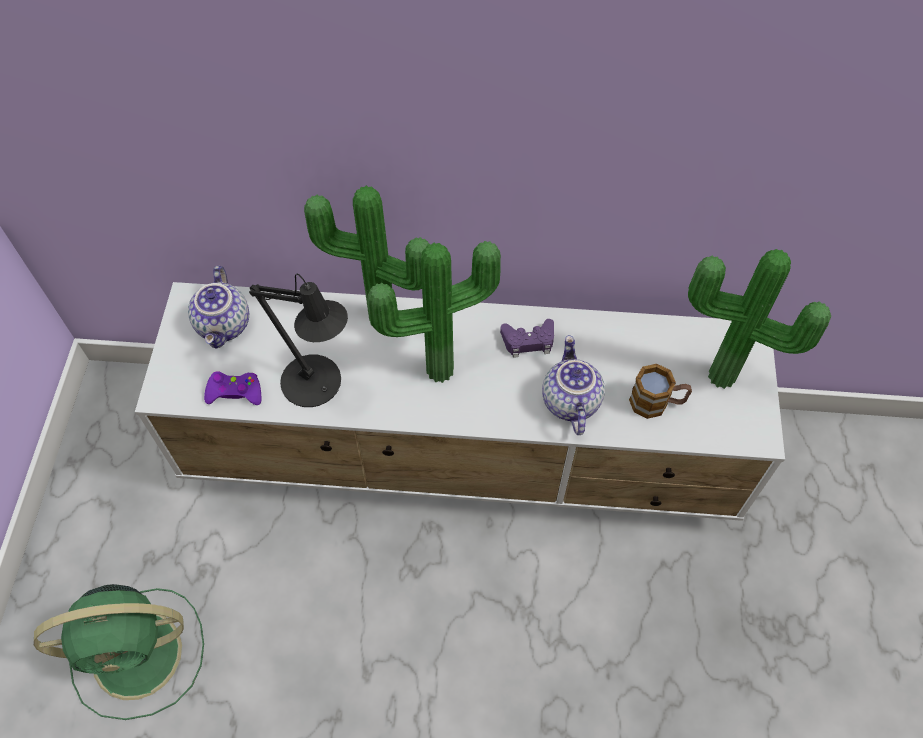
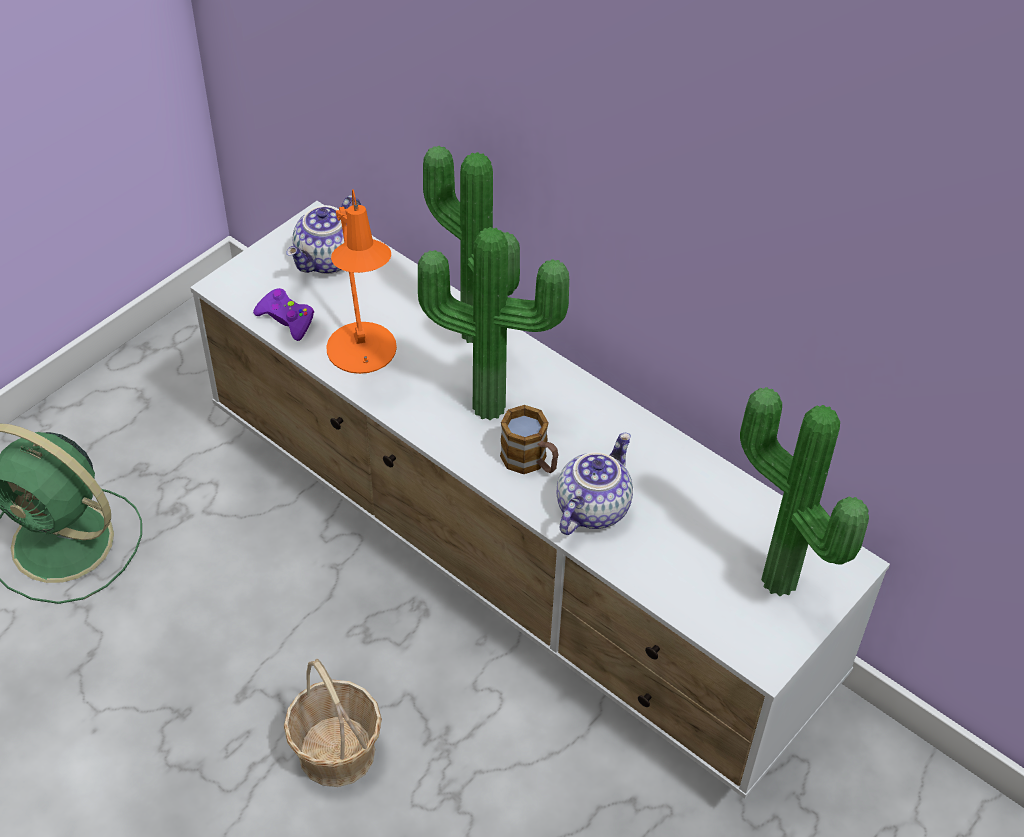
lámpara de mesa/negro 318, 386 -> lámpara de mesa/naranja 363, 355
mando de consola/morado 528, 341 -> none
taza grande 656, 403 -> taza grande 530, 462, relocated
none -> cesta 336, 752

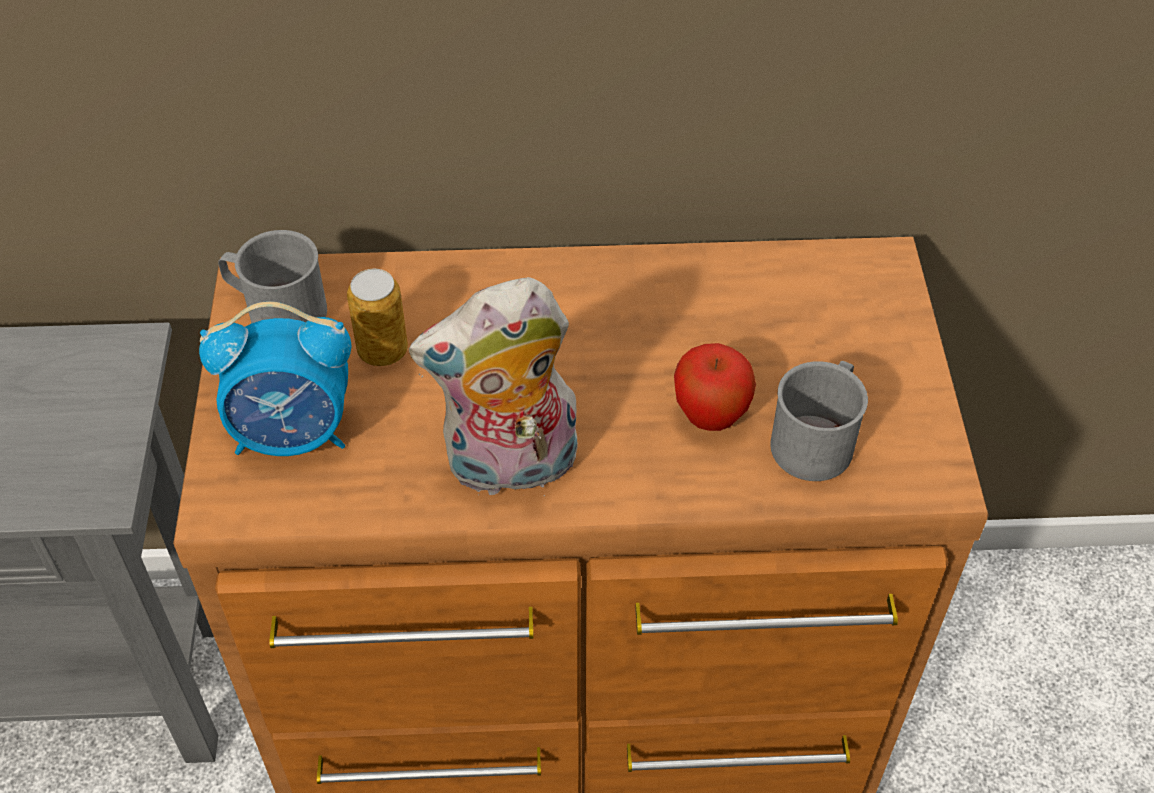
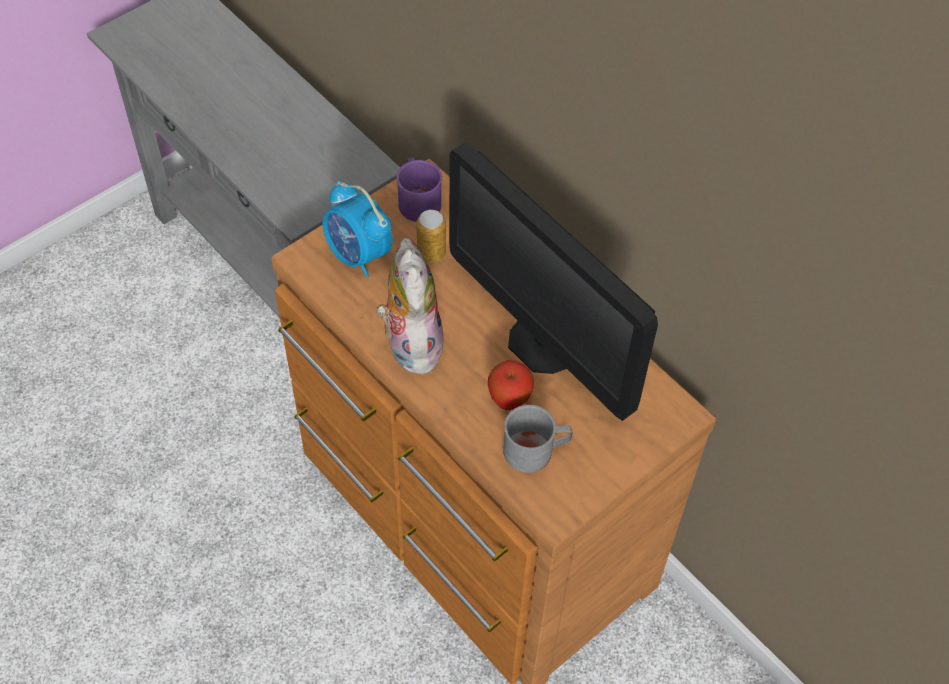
taza grande/gris 277, 310 -> taza grande/morado 418, 200
peluche 510, 468 -> peluche 410, 343, 45 degrees clockwise
none -> monitor 543, 343

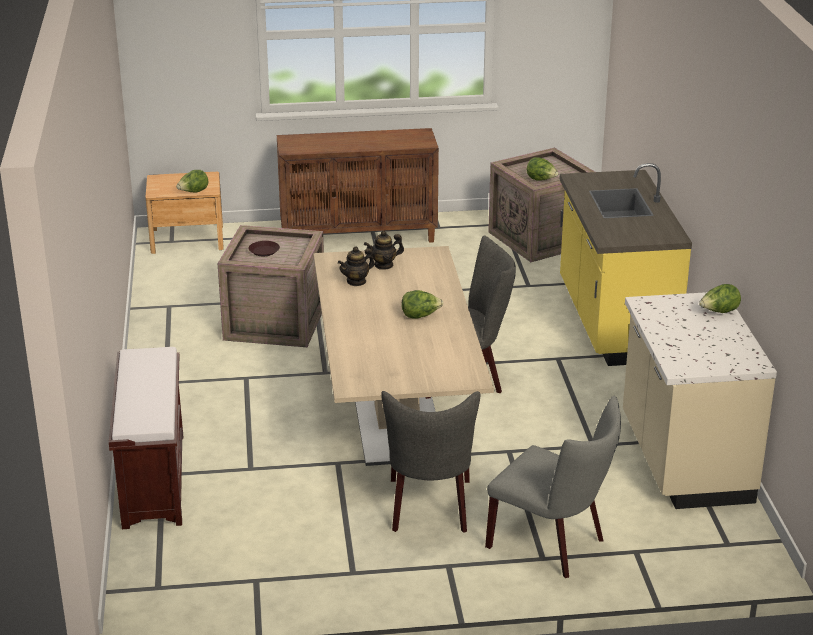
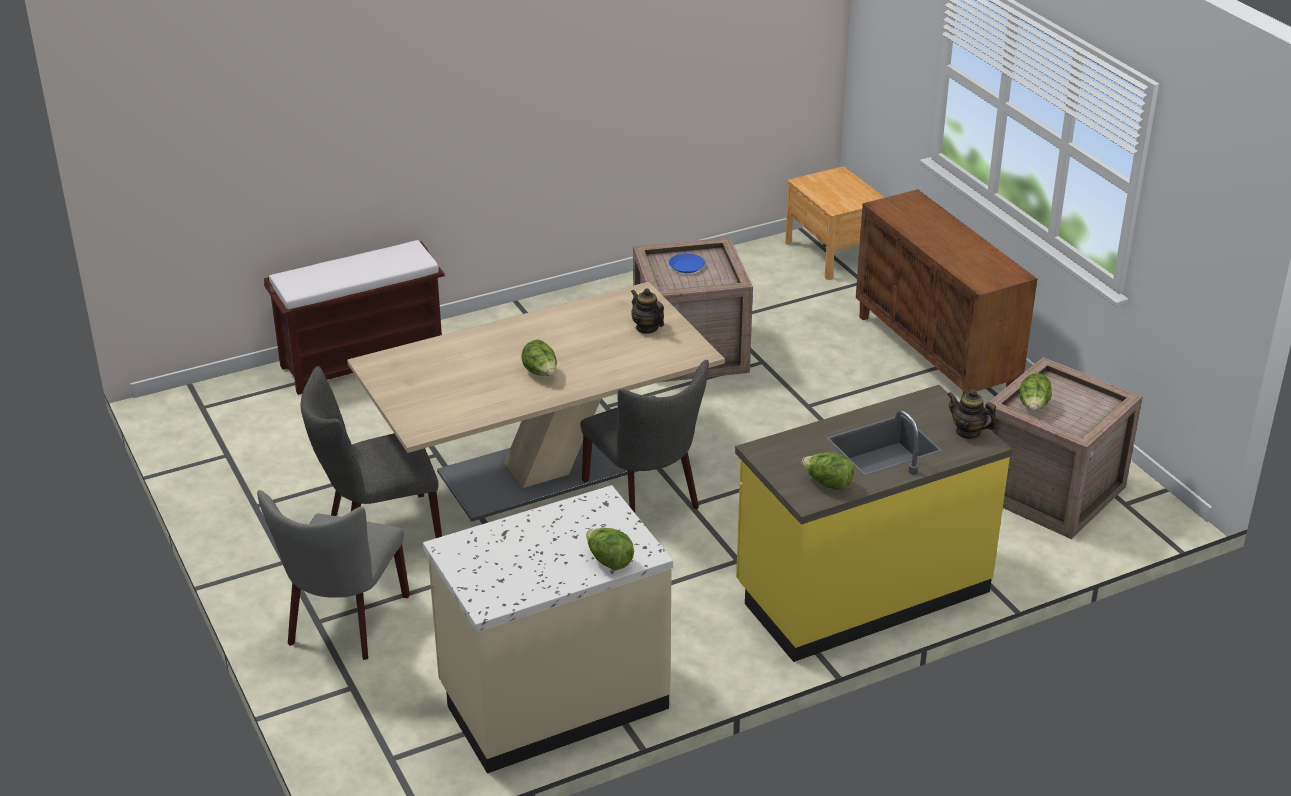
lechuga 193, 192 -> lechuga 827, 484, relocated
plato/marrón 264, 251 -> plato/azul 686, 266
tetera 356, 281 -> tetera 968, 432, relocated

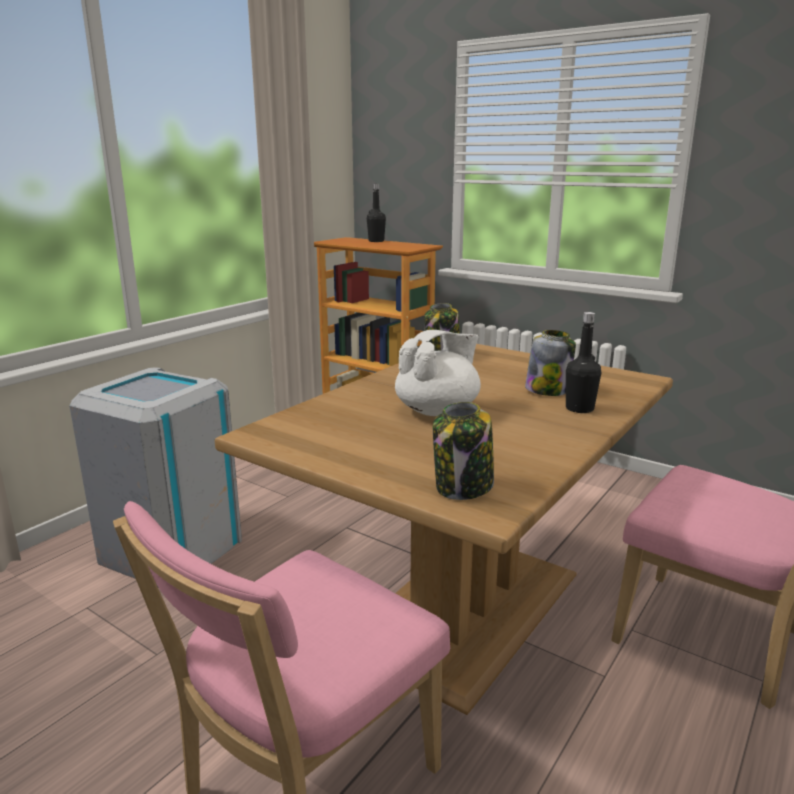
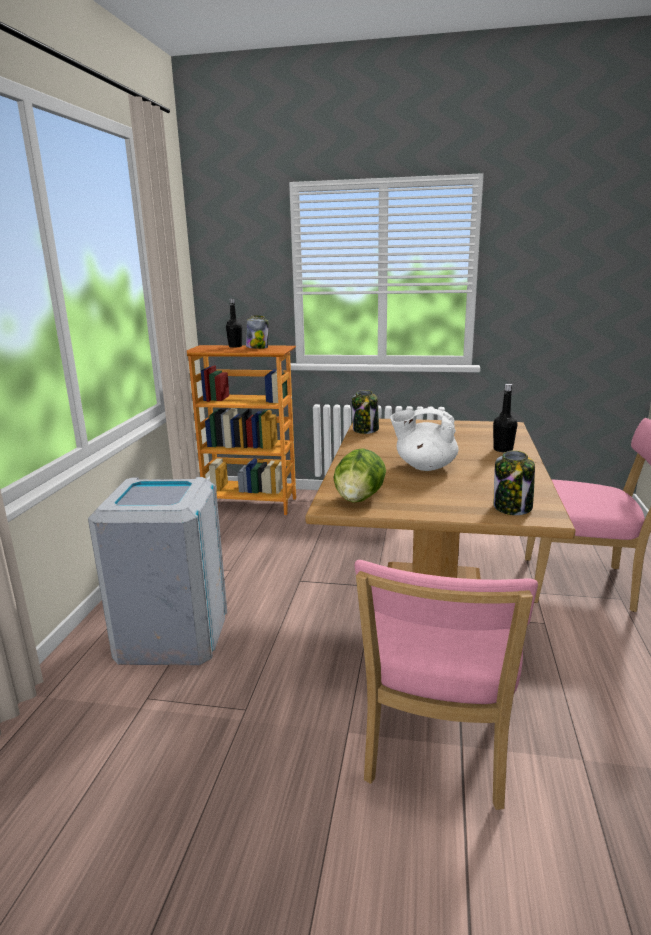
tetera/blanco 438, 411 -> tetera/blanco 424, 467, 105 degrees counterclockwise
tarro 547, 390 -> tarro 257, 348, relocated
none -> lechuga 359, 499

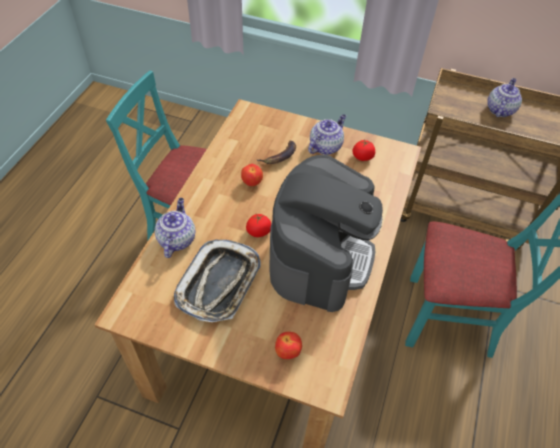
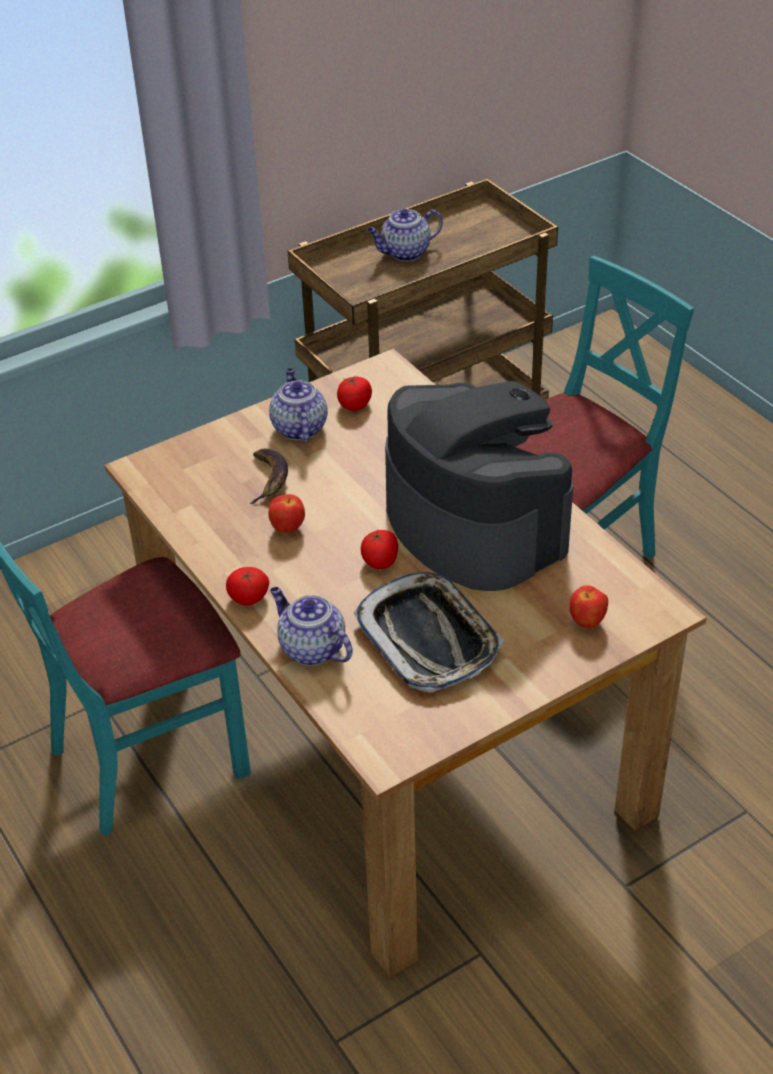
tetera 499, 109 -> tetera 405, 253, 90 degrees counterclockwise
none -> tomate 248, 598

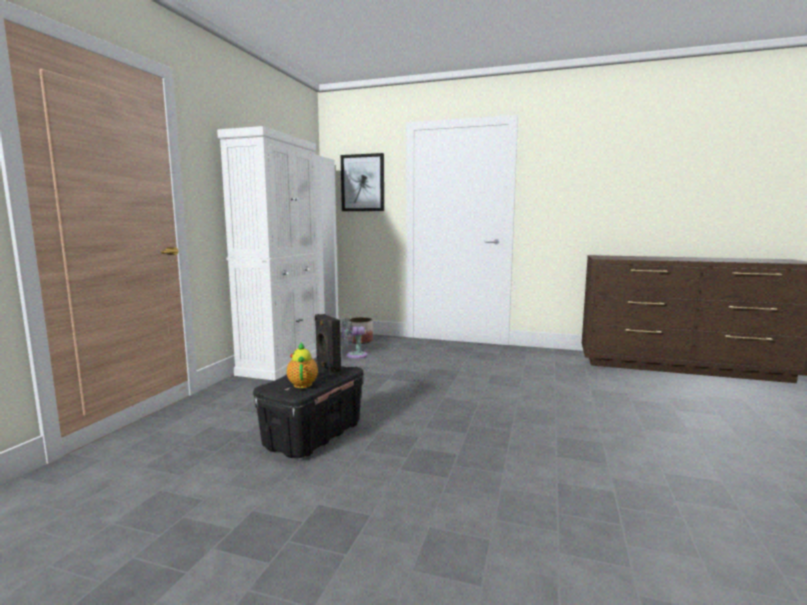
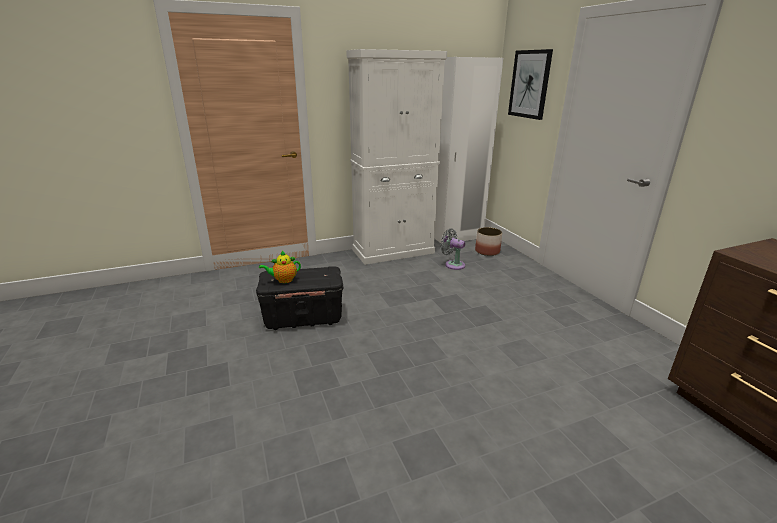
altavoz/negro 327, 367 -> none
tetera 303, 384 -> tetera 283, 280, 150 degrees counterclockwise

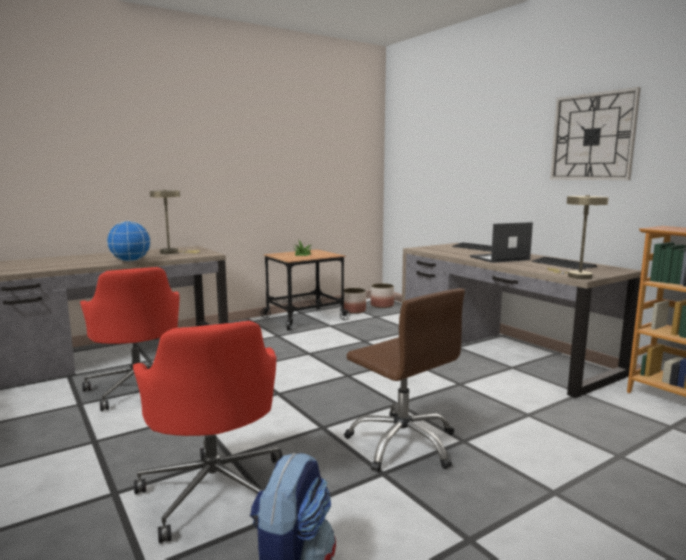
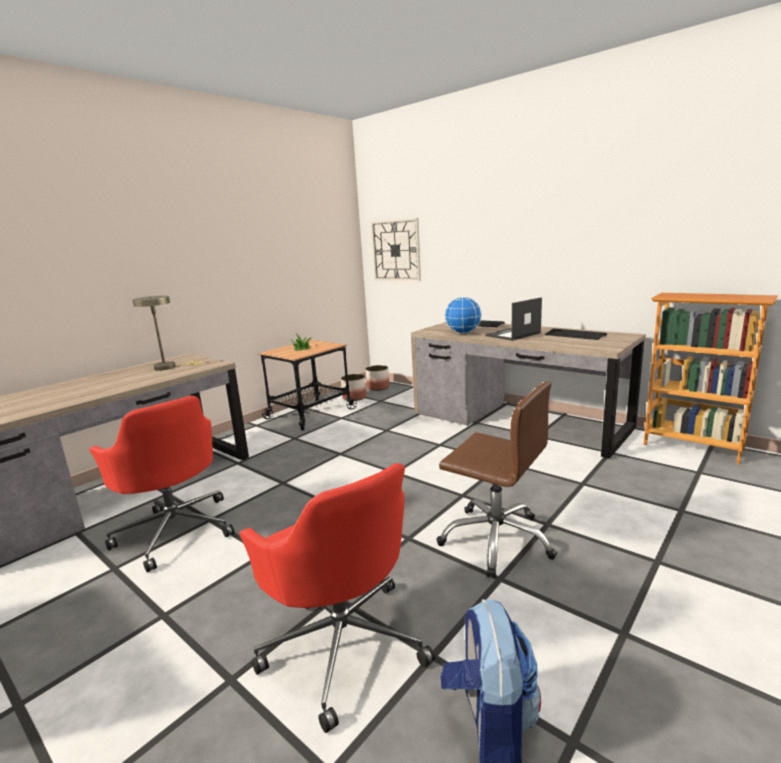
reloj de pared 592, 137 -> reloj de pared 396, 250, relocated
lámpara de mesa/beis 575, 276 -> none
globo terráqueo 130, 261 -> globo terráqueo 463, 333, relocated

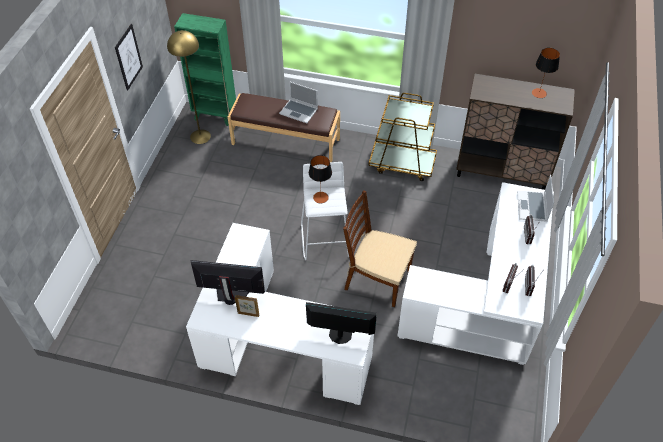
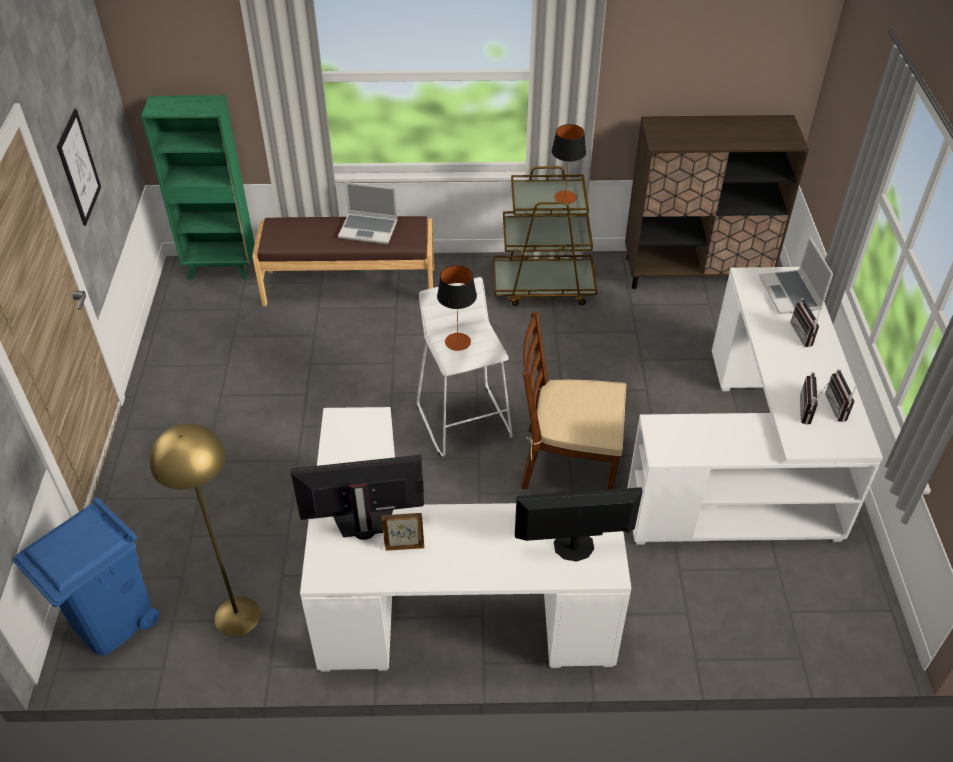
lámpara de pie/amarillo 200, 136 -> lámpara de pie/amarillo 237, 616, relocated
lámpara de mesa 539, 93 -> lámpara de mesa 565, 197, relocated
none -> papelera/azul 111, 619

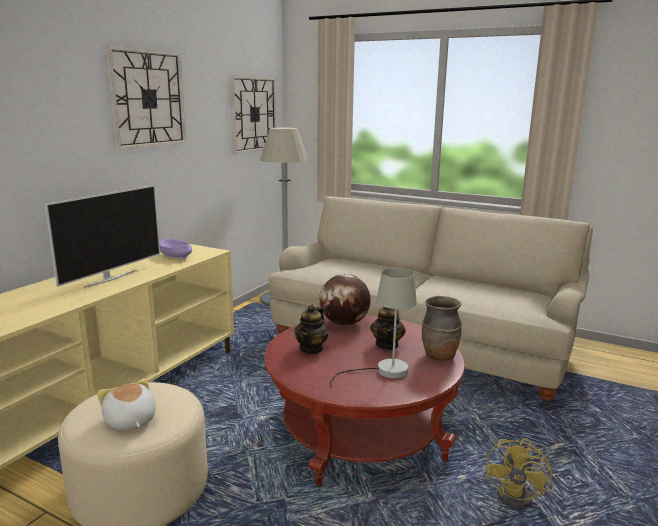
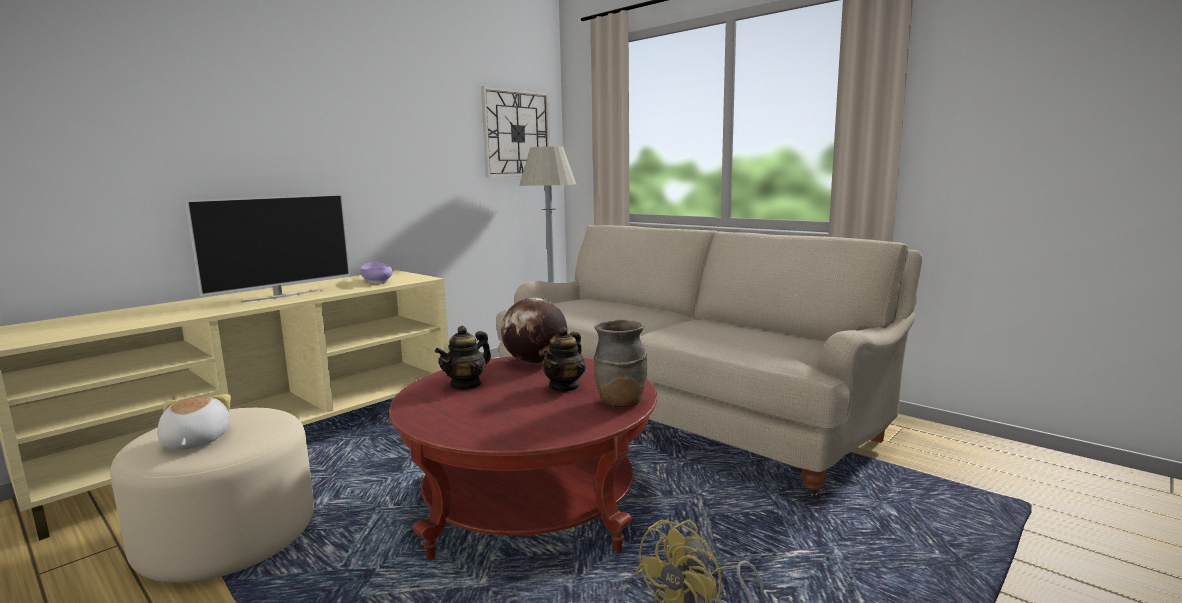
reloj de pared 148, 99 -> none
lámpara de mesa/gris 383, 372 -> none

